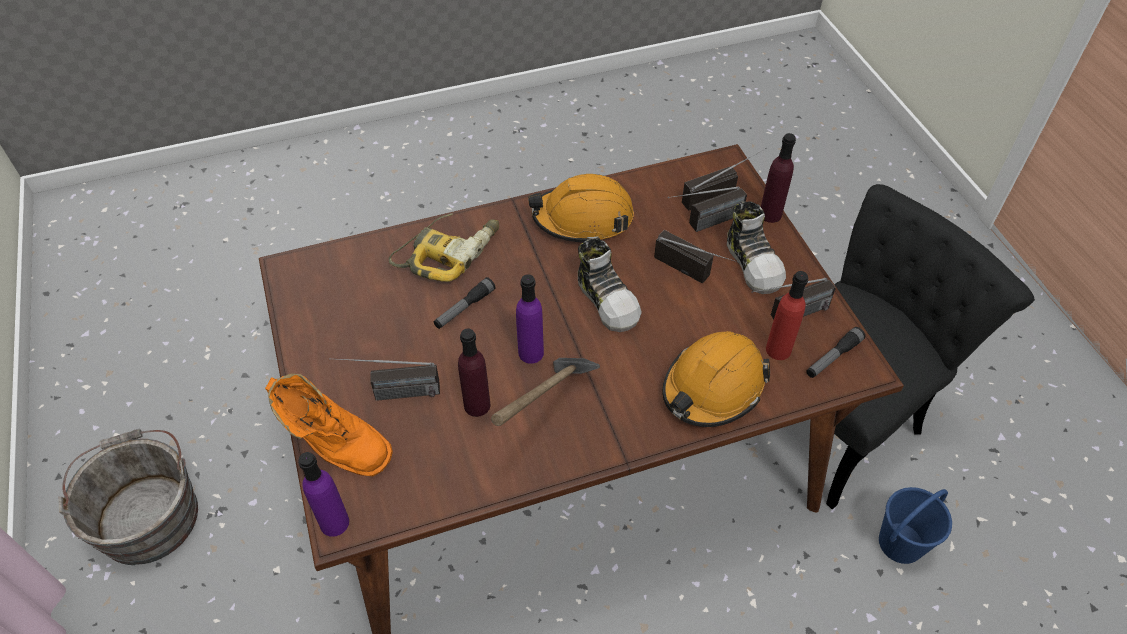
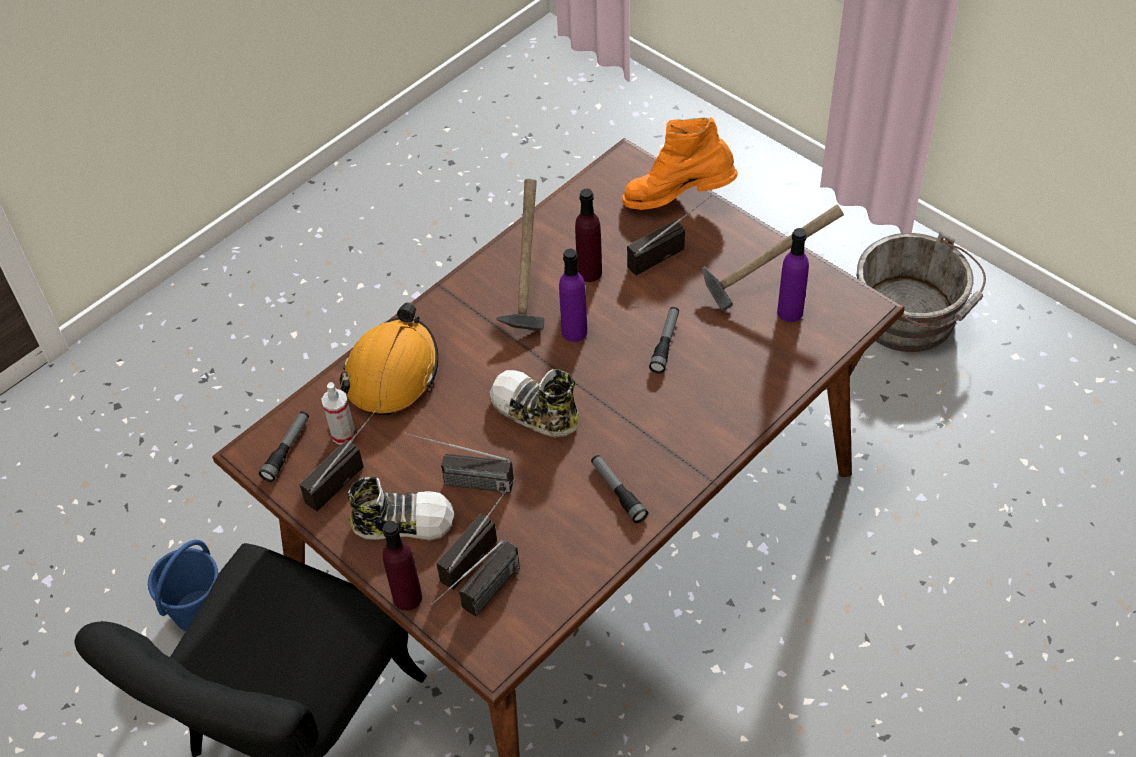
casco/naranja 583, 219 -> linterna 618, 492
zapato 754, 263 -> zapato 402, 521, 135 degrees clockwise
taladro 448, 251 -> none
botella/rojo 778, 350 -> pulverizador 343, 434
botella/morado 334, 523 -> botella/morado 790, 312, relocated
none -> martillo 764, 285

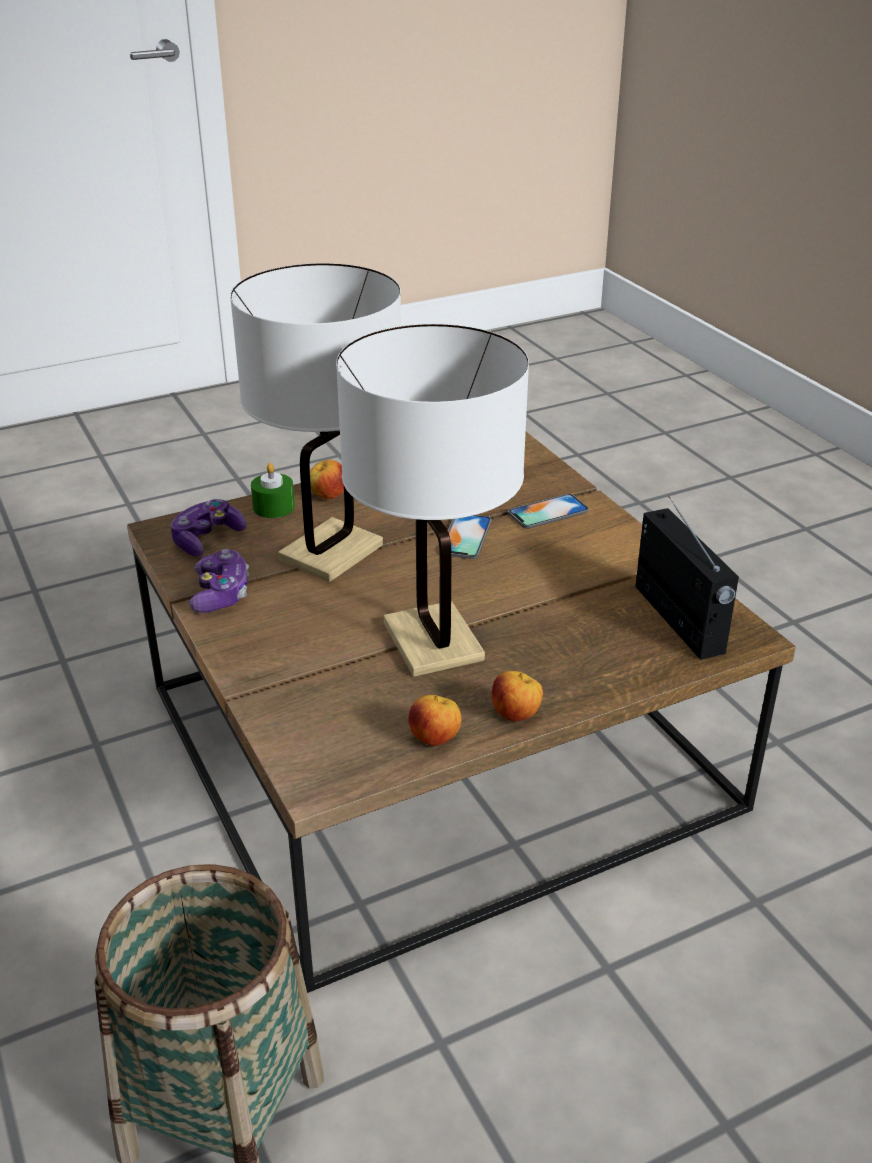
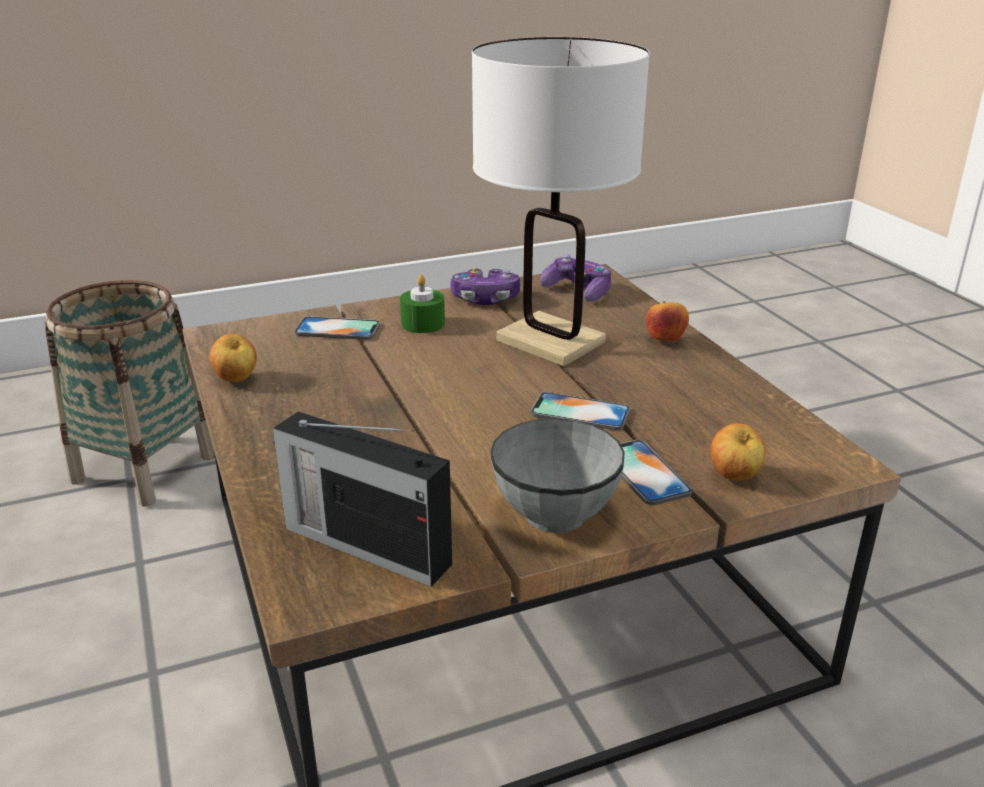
lámpara de mesa/blanco 433, 642 -> none
vela/verde 273, 507 -> vela/verde 423, 323, relocated
radio 679, 620 -> radio 364, 544, 45 degrees clockwise
manzana 516, 715 -> manzana 734, 477, relocated
none -> móvil 337, 329
none -> cuenco/gris 556, 514

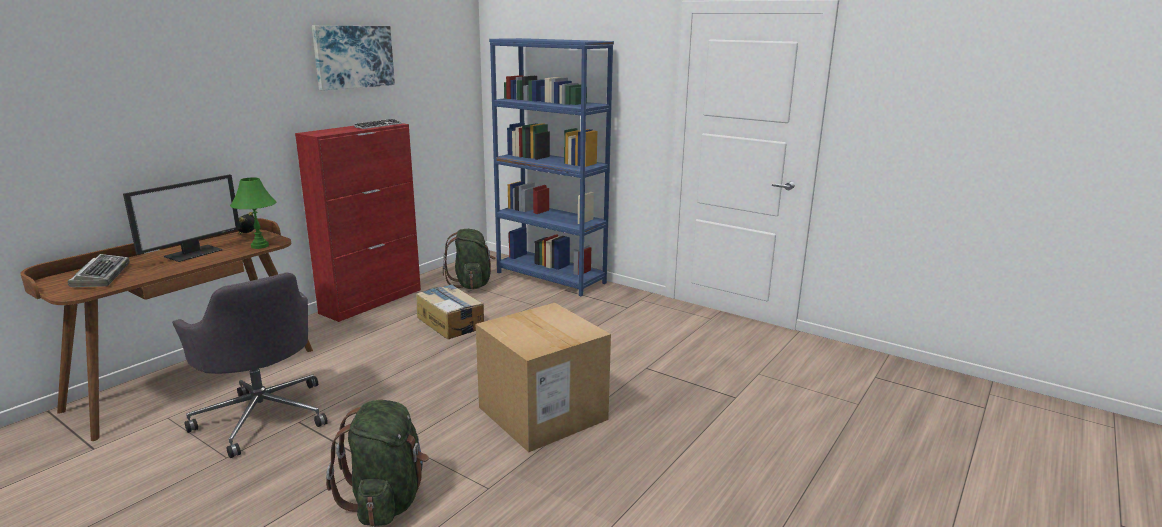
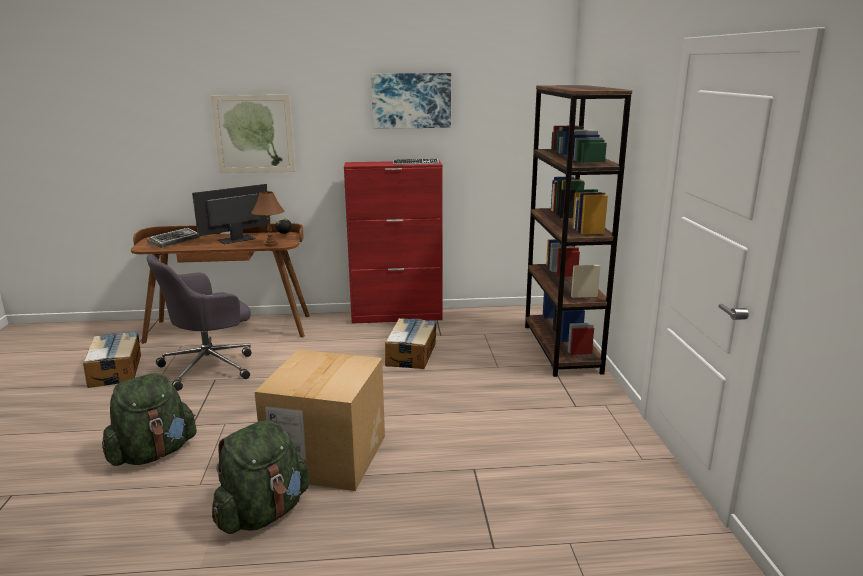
estantería/azul 551, 278 -> estantería/marrón 561, 349
monitor 193, 253 -> monitor 236, 239, 150 degrees clockwise
lámpara de mesa/verde 259, 246 -> lámpara de mesa/marrón 270, 245
mochila/verde 471, 284 -> mochila/verde 263, 513, relocated
silla de oficina/gris 263, 415 -> silla de oficina/gris 210, 366, 45 degrees clockwise
none -> cuadro 254, 134
none -> caja de cartón 116, 370

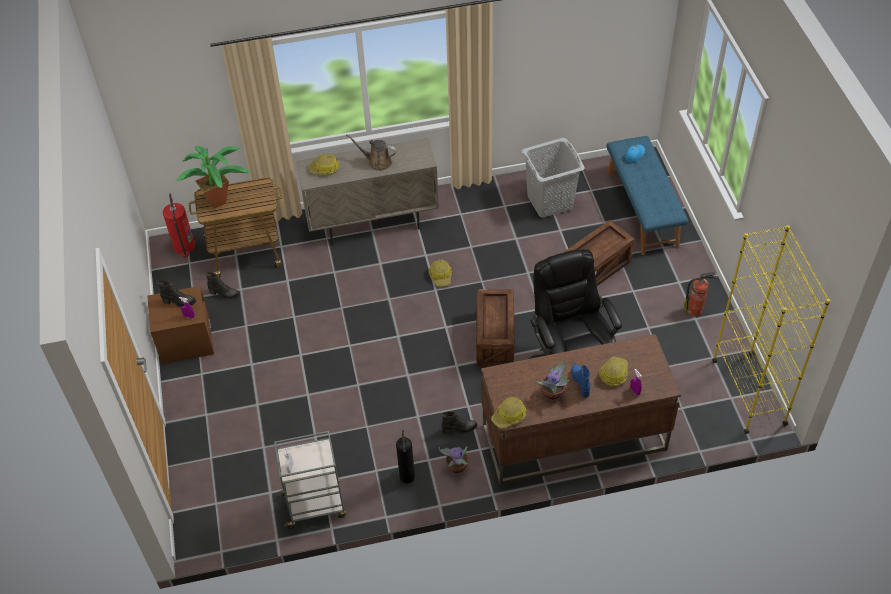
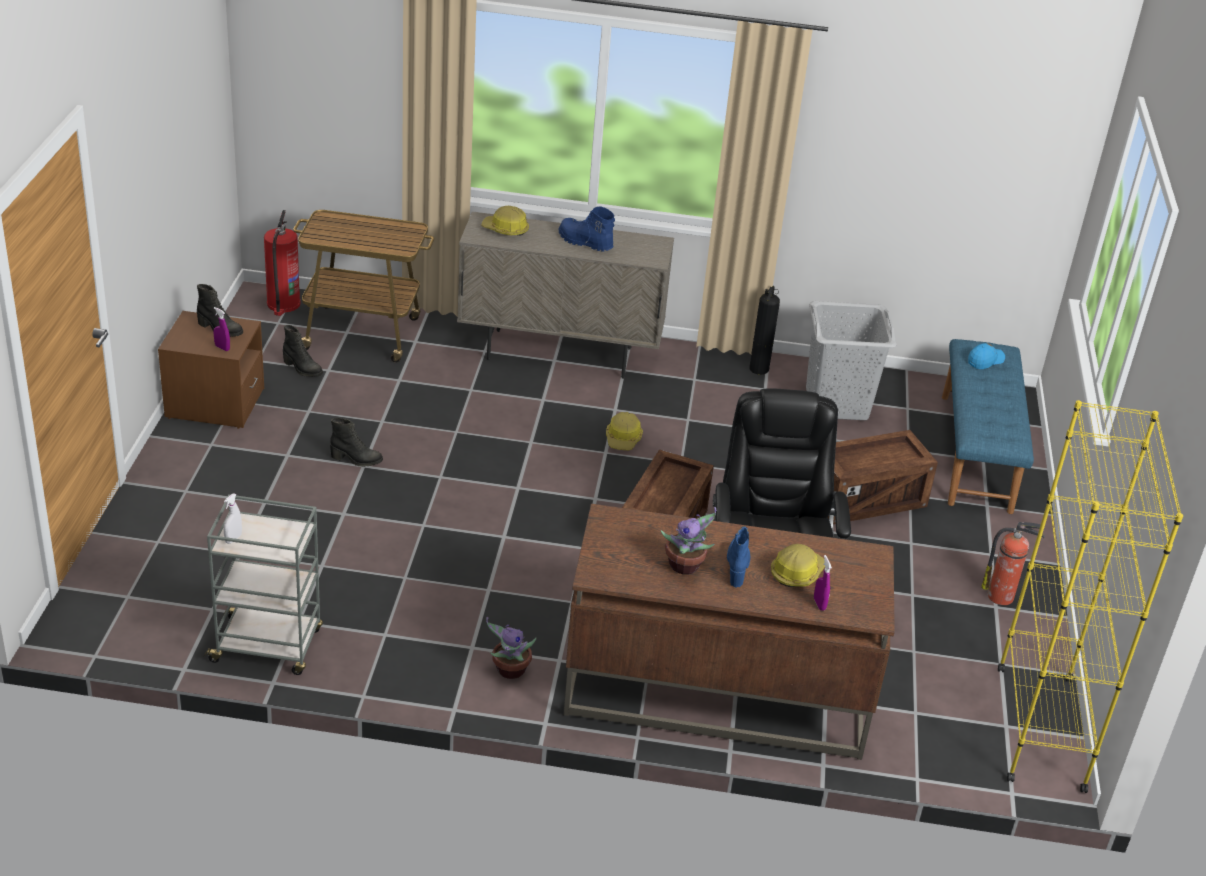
regadera/marrón 377, 162 -> bota/azul 584, 242
planta en maceta 221, 201 -> none
casco 509, 416 -> none
bota/negro 459, 429 -> bota/negro 356, 460, relocated
extintor 407, 476 -> extintor 759, 368, relocated

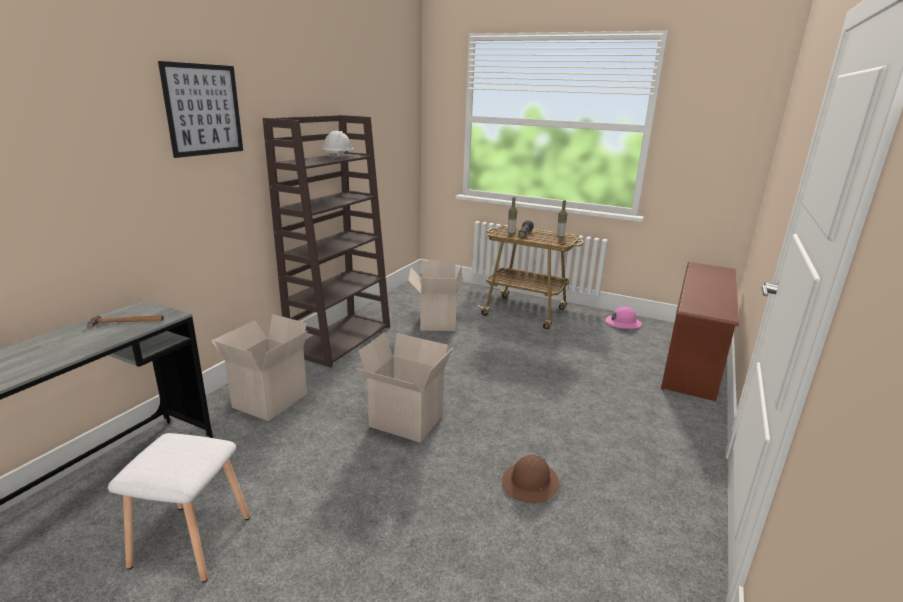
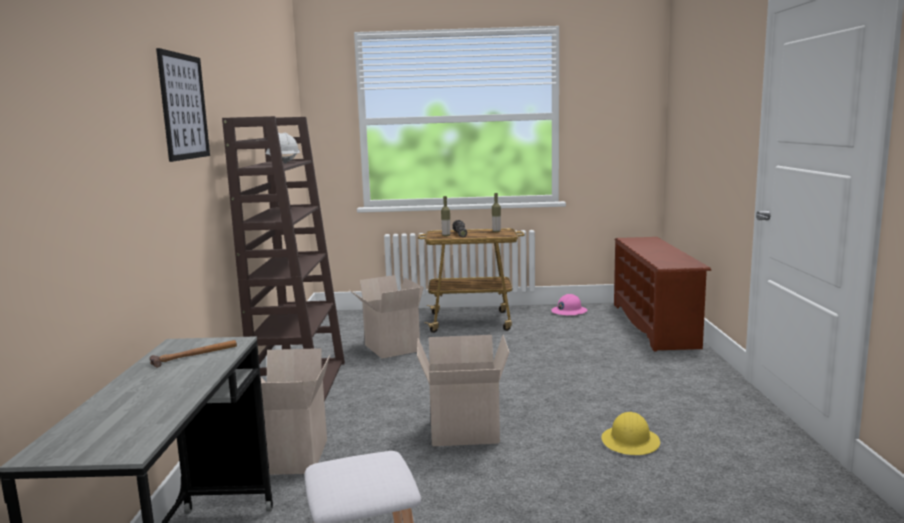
casco/marrón 530, 483 -> casco/amarillo 630, 442

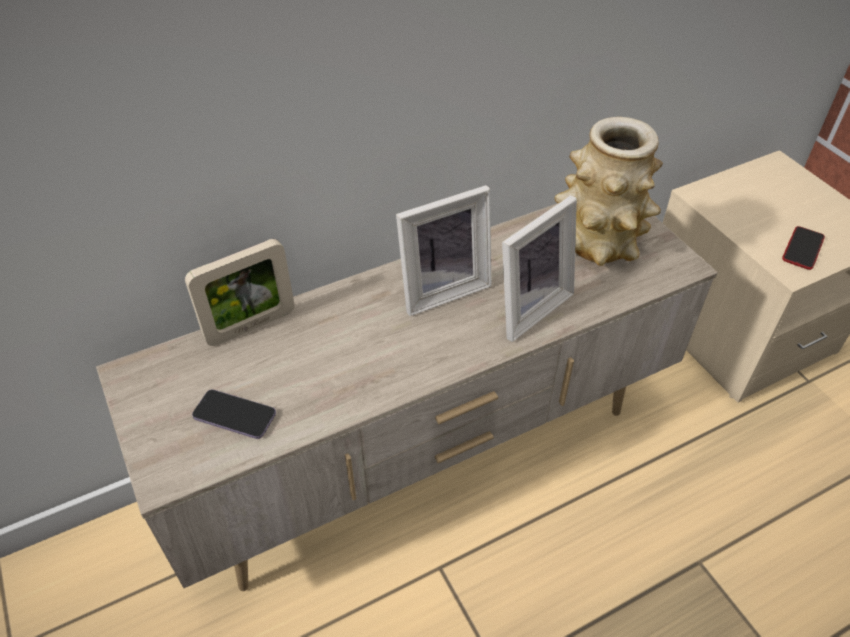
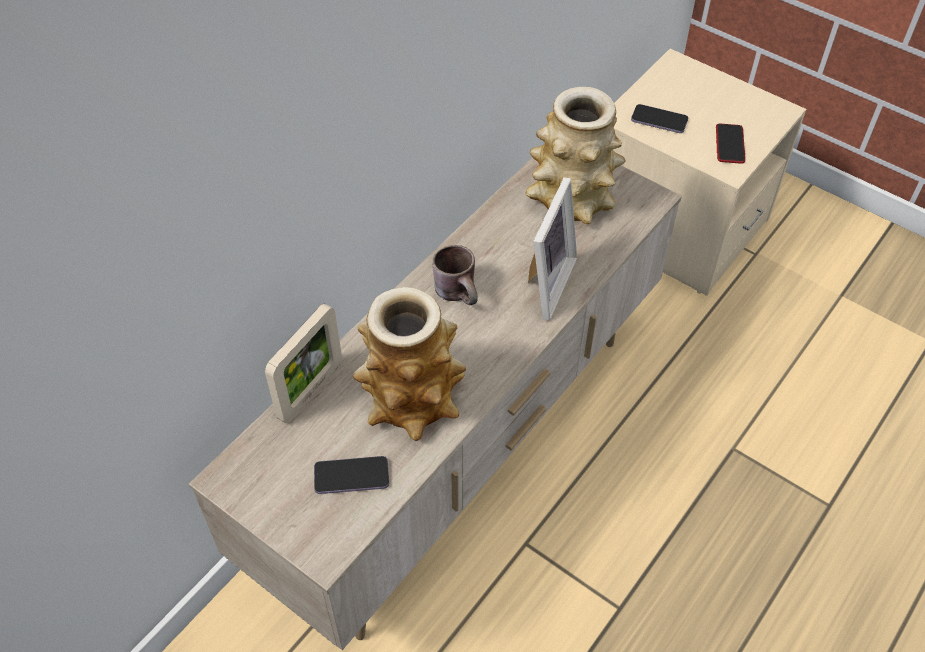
portarretratos 441, 288 -> taza grande/marrón 461, 292
none -> móvil 659, 120
none -> florero 412, 398

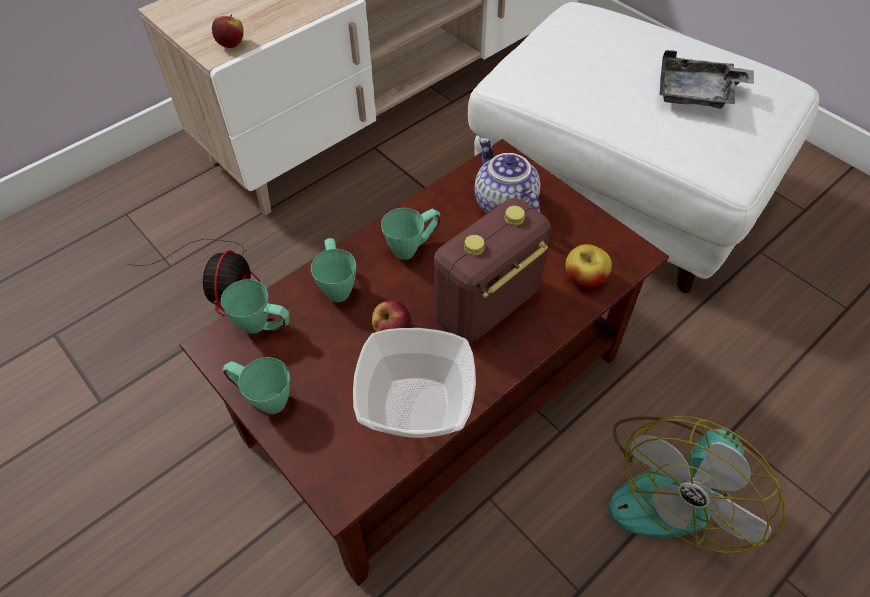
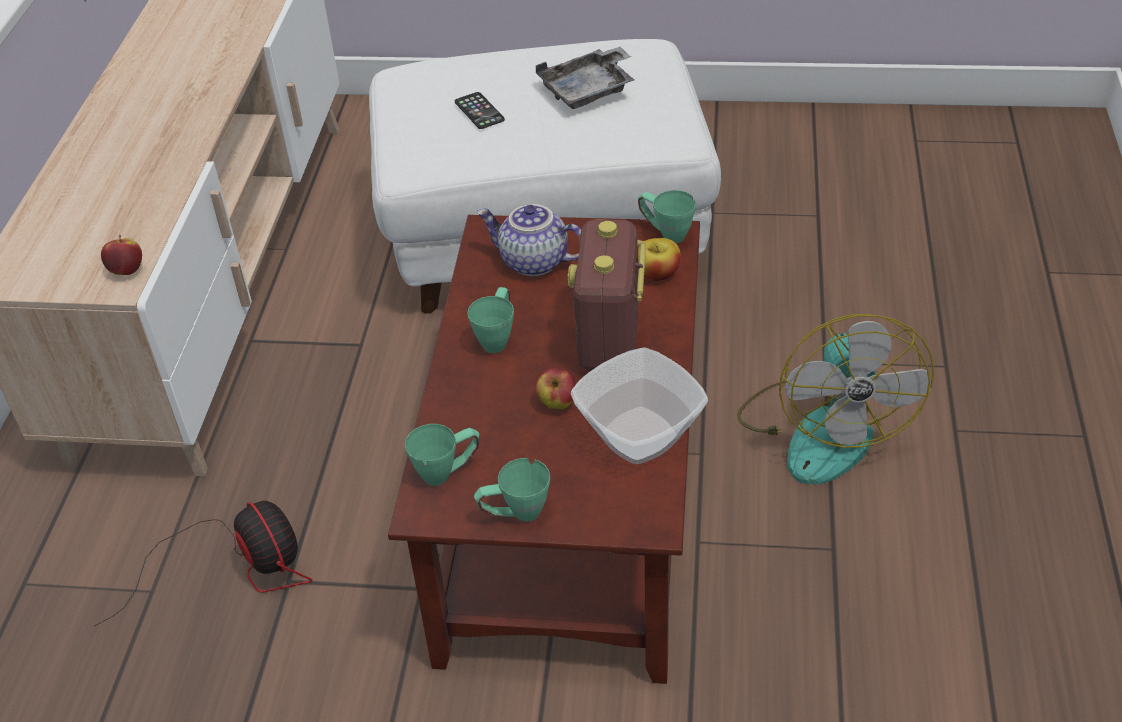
taza grande/verde 337, 285 -> taza grande/verde 665, 233, relocated
none -> móvil 479, 111

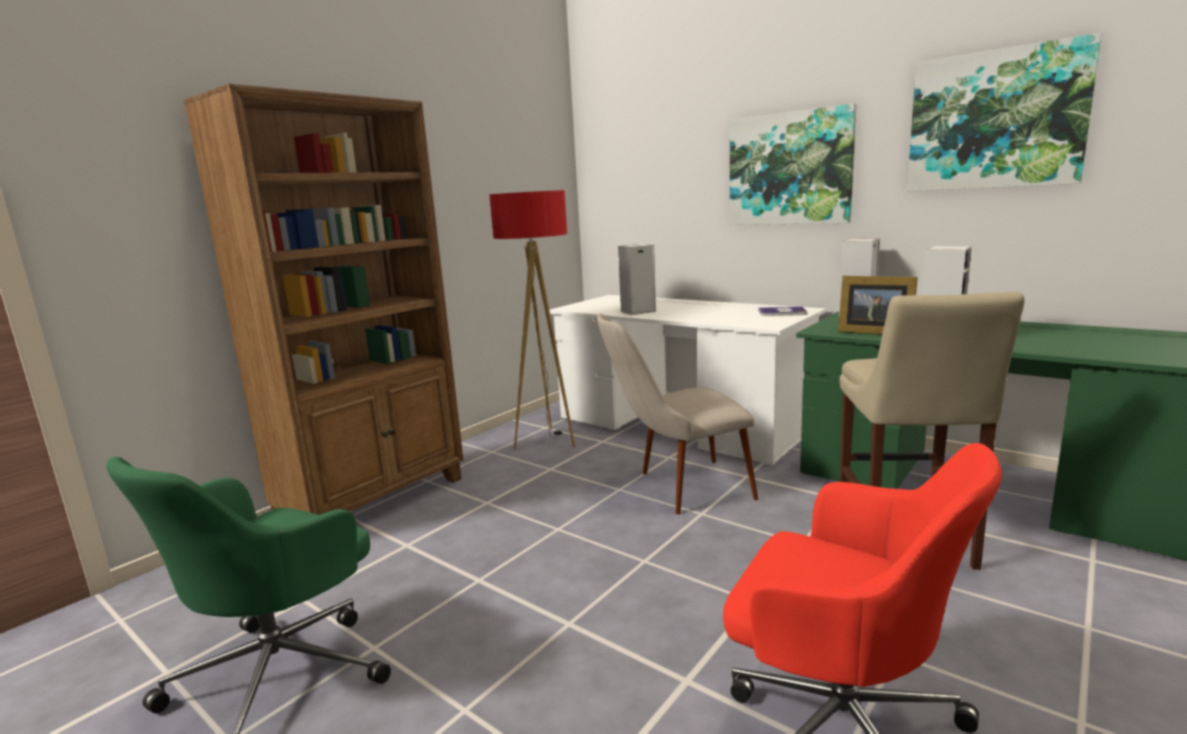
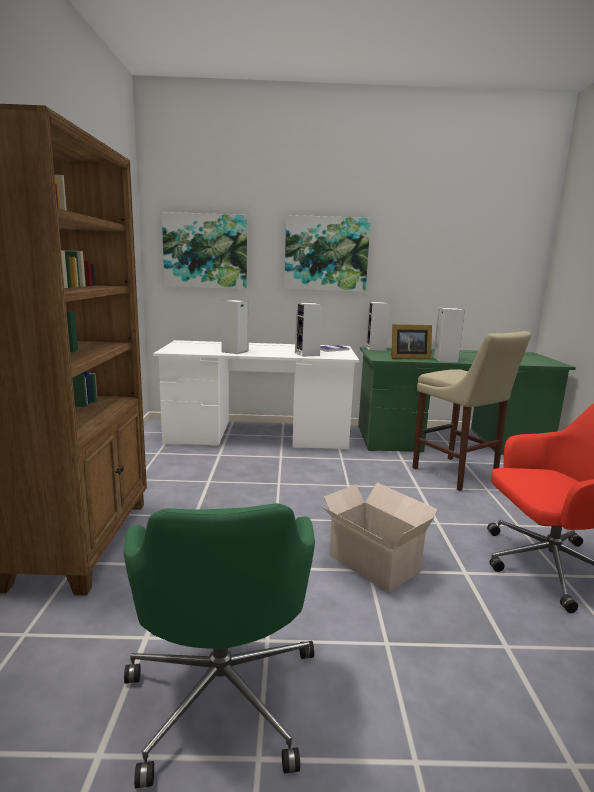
cuadro 995, 120 -> cuadro 205, 251, relocated
lámpara de pie 547, 441 -> none
silla/beis 677, 489 -> none
none -> altavoz 308, 354
none -> caja de cartón 372, 562

